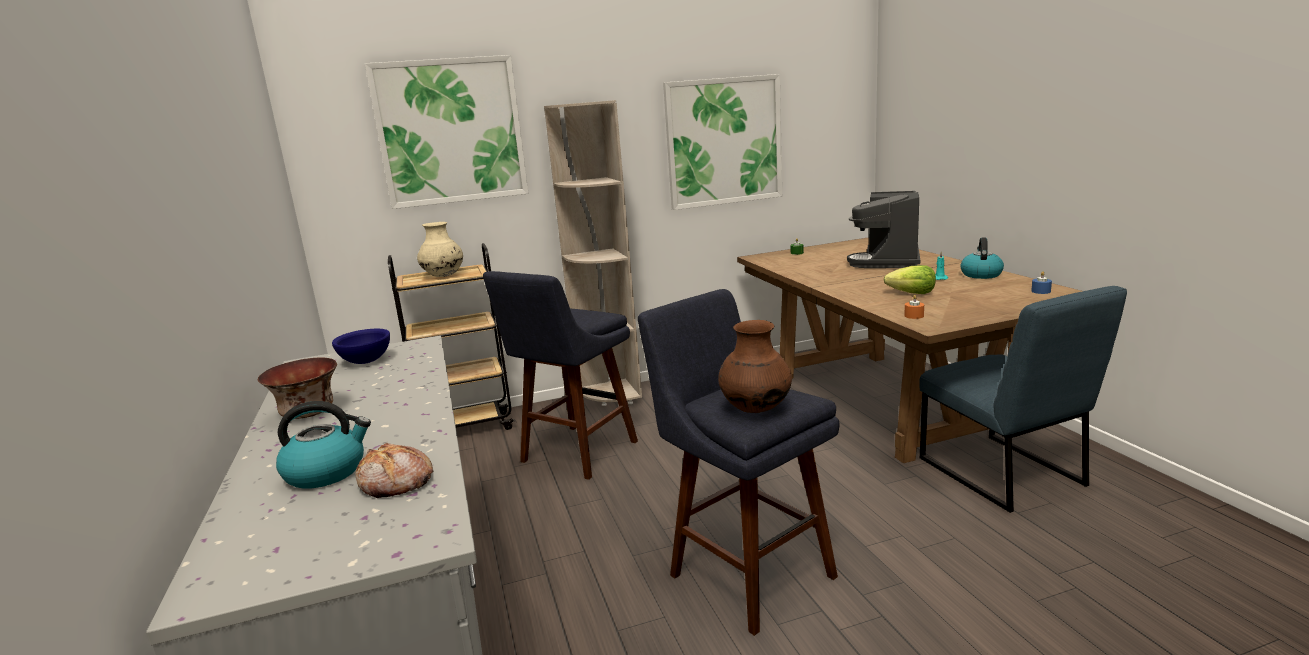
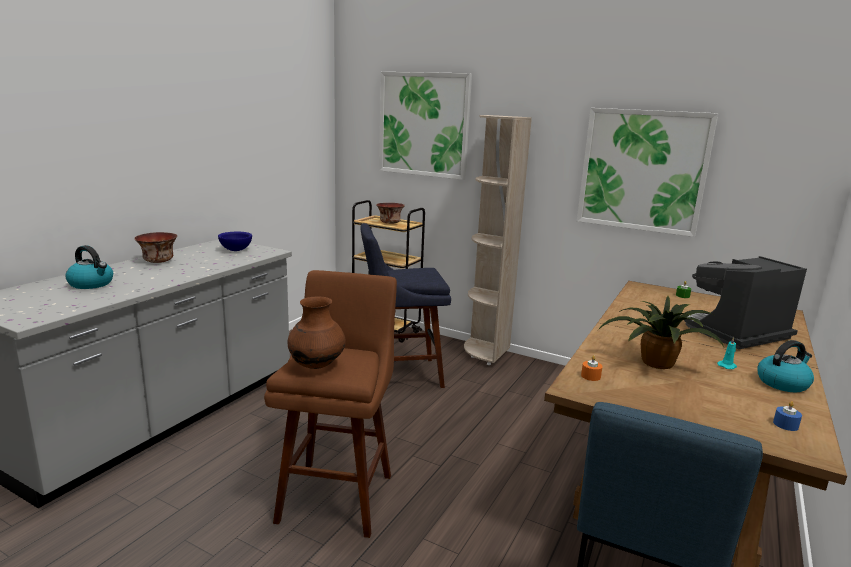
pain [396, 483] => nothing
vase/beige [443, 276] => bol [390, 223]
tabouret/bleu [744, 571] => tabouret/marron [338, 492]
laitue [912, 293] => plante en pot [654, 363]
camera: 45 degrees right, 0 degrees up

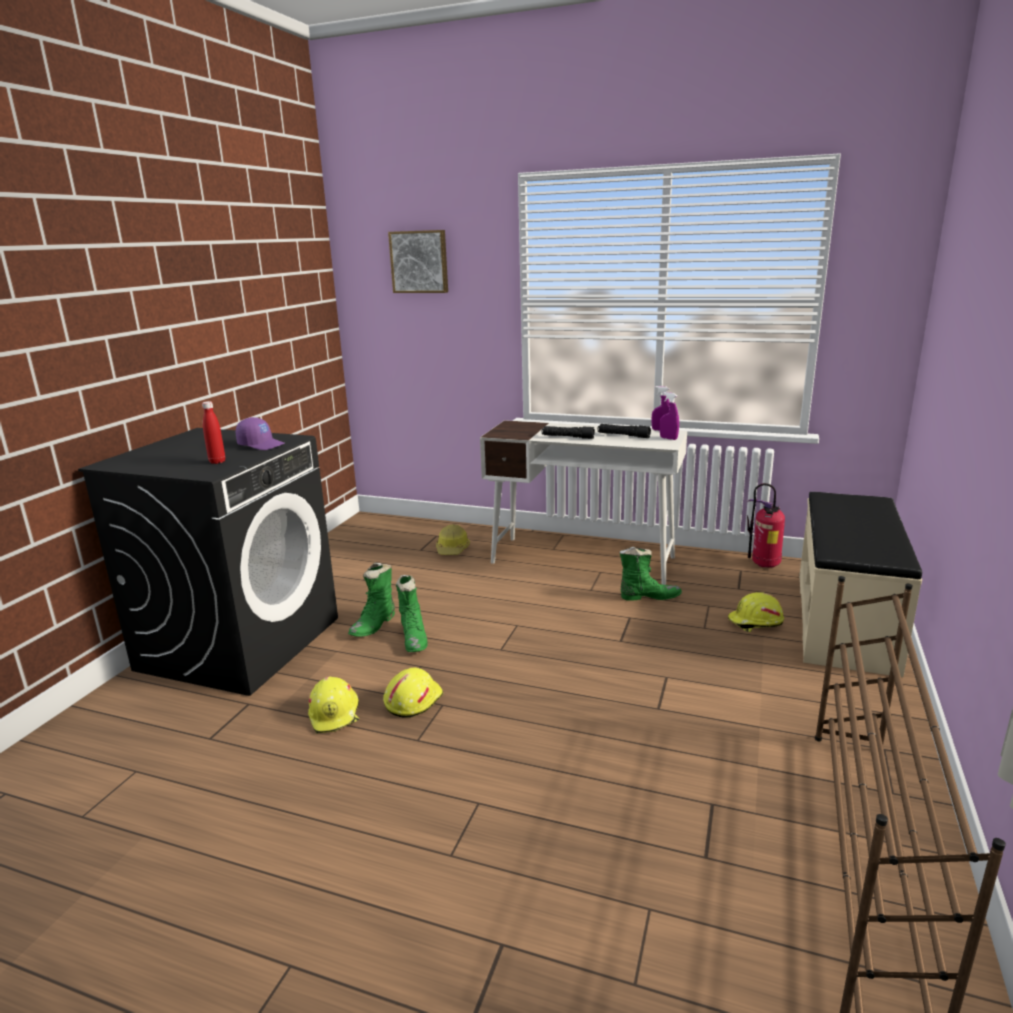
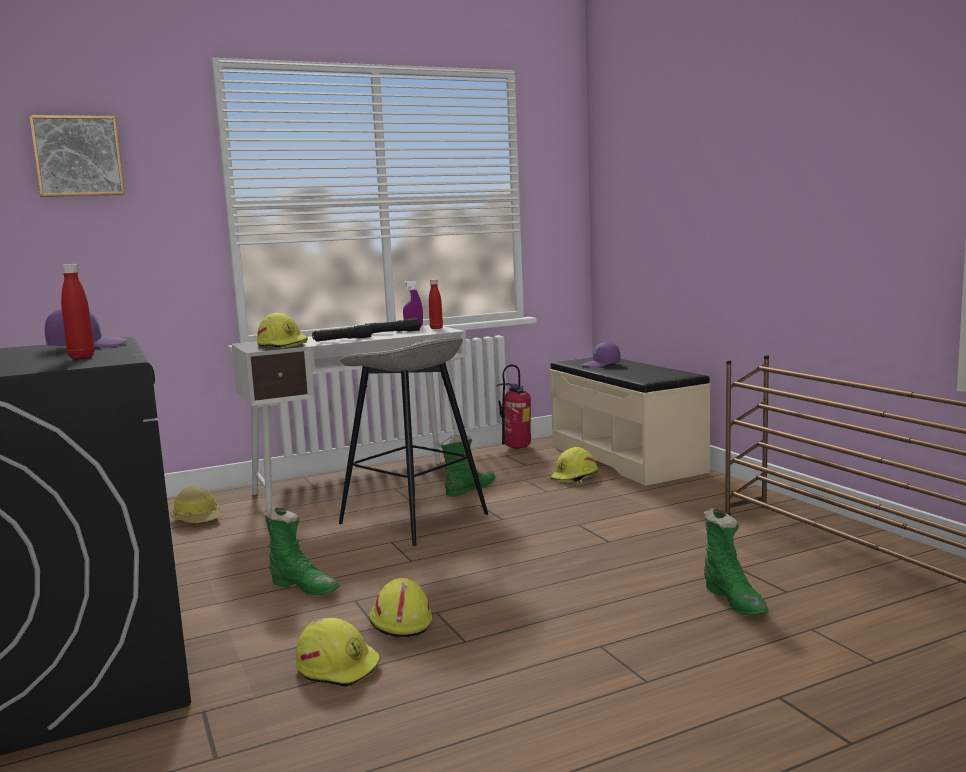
botte/vert [374, 625] => botte/vert [734, 601], shifted
vaporisateur/violet [668, 438] => bouteille/rouge [436, 328]
nothing => casque de chantier/jaune [283, 344]
nothing => tabouret/gris [413, 519]
nothing => casquette/violet [601, 365]
camera: 45 degrees left, 10 degrees down

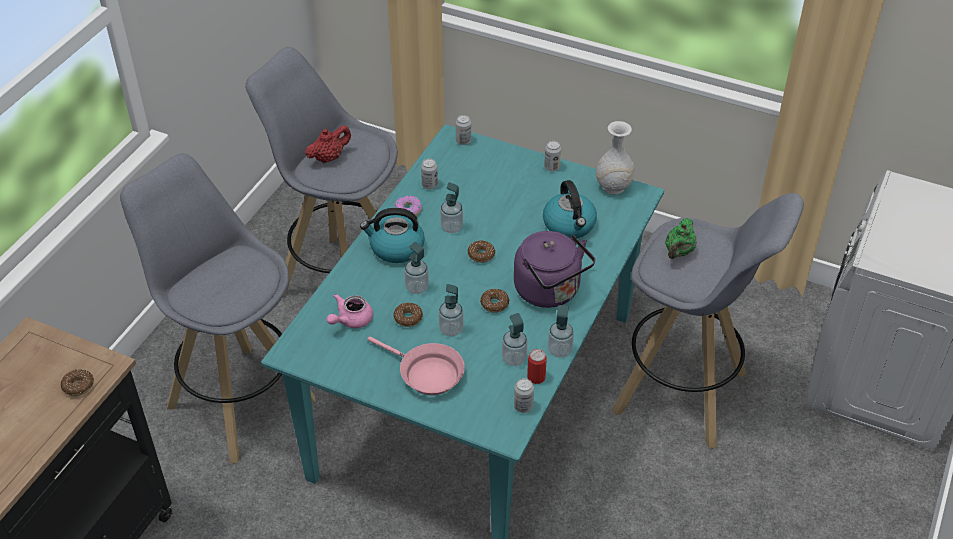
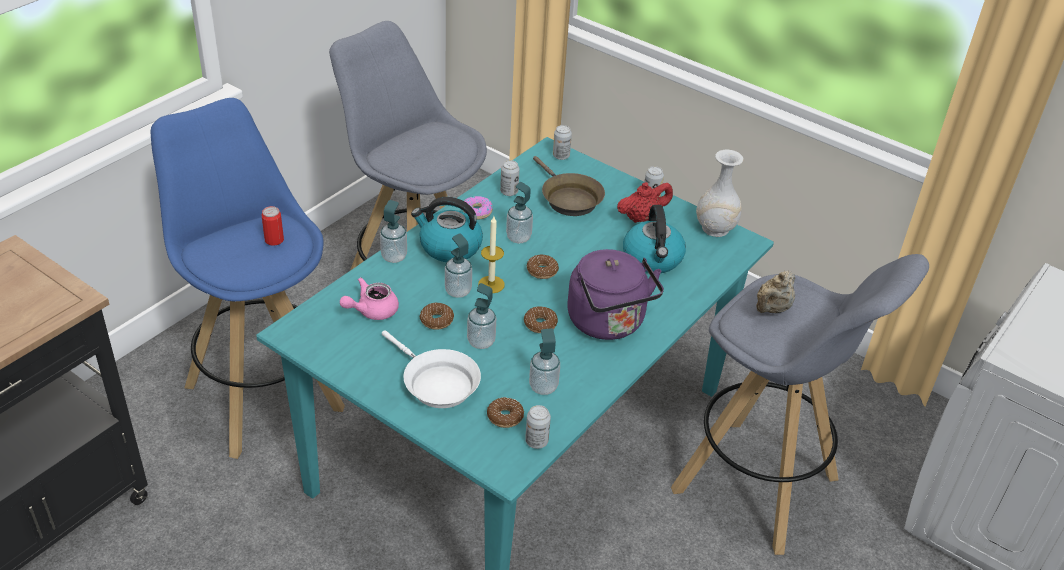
beignet [78, 386] => beignet [505, 417], shifted
tabouret/gris [239, 399] => tabouret/bleu [263, 393]
théière/rouge [329, 157] => théière/rouge [642, 218], shifted
poêle/rose [426, 374] => poêle/blanc [436, 383]
boîte métallique [536, 377] => boîte métallique [274, 240], shifted
distributeur de savon [560, 350] => distributeur de savon [394, 257], shifted
théière/vert [678, 252] => théière/beige [772, 309]
nothing => bougie [491, 284]
nothing => poêle/marron [568, 198]
camera: 10 degrees right, 5 degrees down

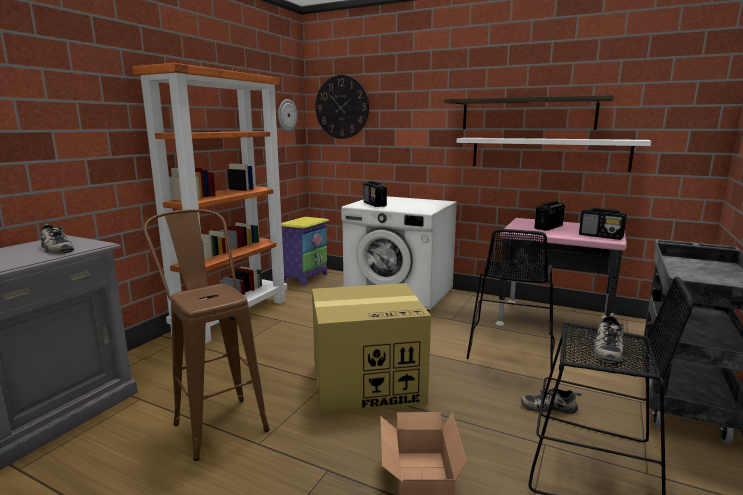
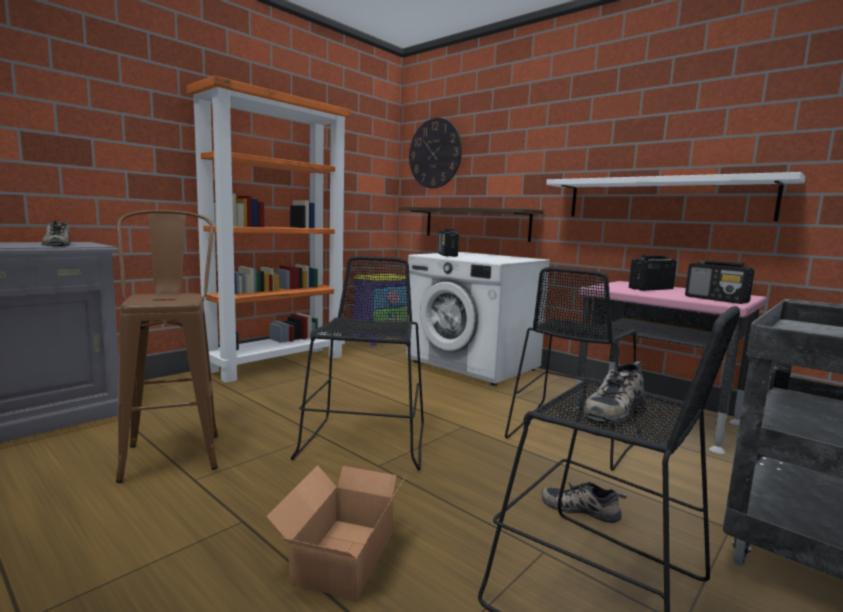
horloge murale [287, 115] => nothing
carton [368, 383] => tabouret/noir [365, 443]
étagère [527, 114] => étagère [475, 223], shifted
camera: 15 degrees right, 5 degrees down

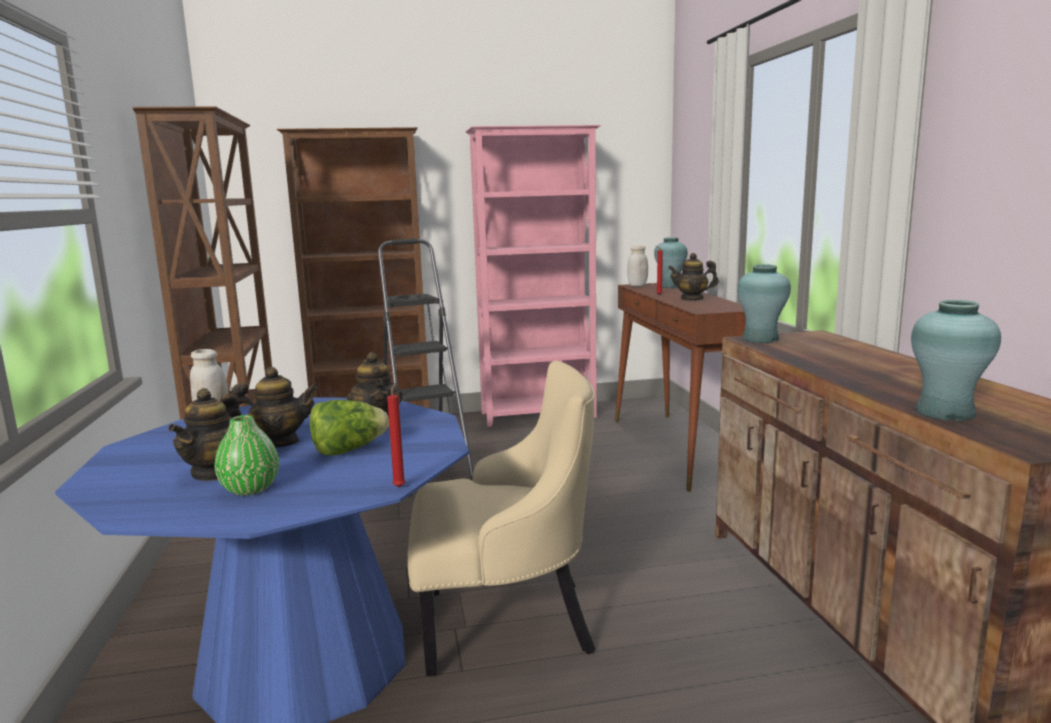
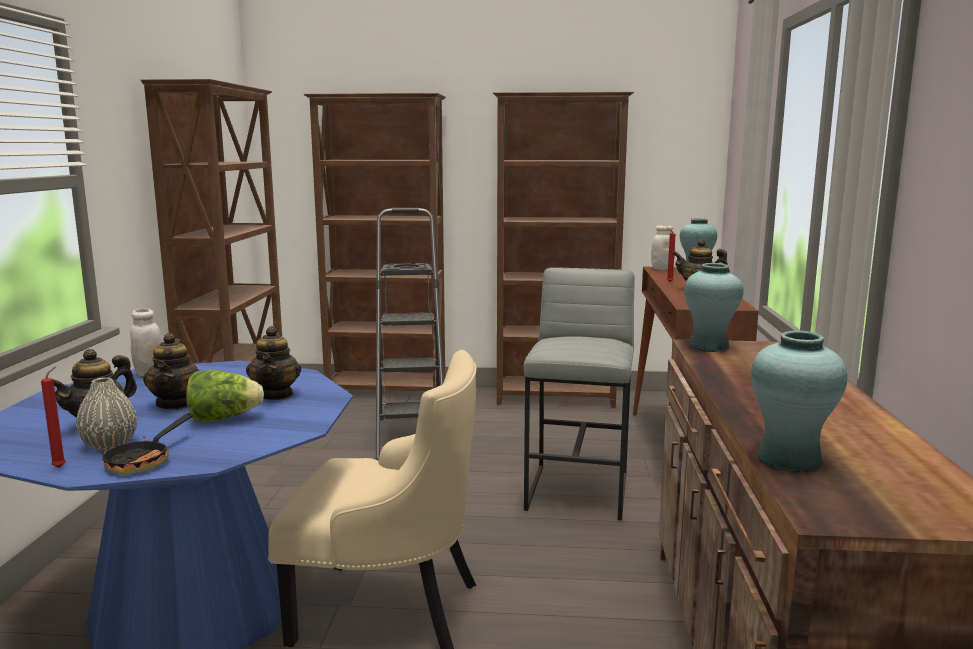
vase/vert [250, 489] => vase/gris [109, 445]
théière [279, 443] => théière [176, 404], 75 degrees clockwise
bougie/rouge [400, 486] => bougie/rouge [61, 467], shifted
bibliothèque/rose [539, 415] => bibliothèque/marron [556, 398]
nothing => poêle [145, 461]
nothing => tabouret/gris [578, 490]
camera: 15 degrees right, 0 degrees up

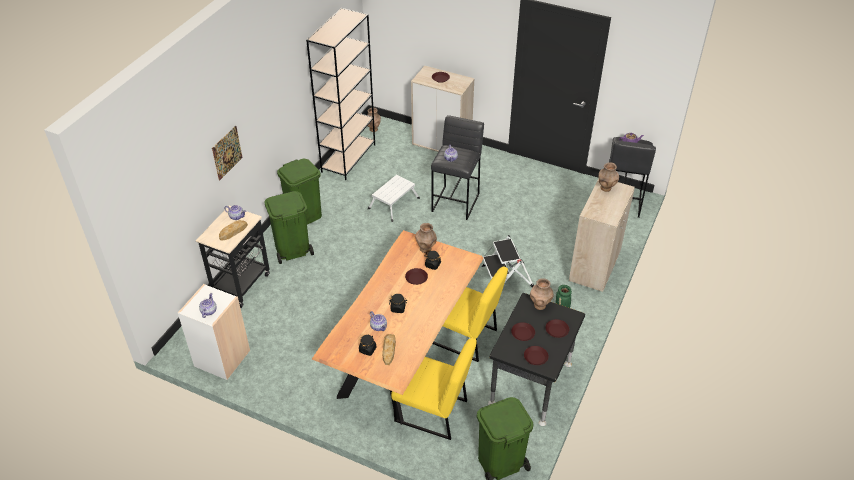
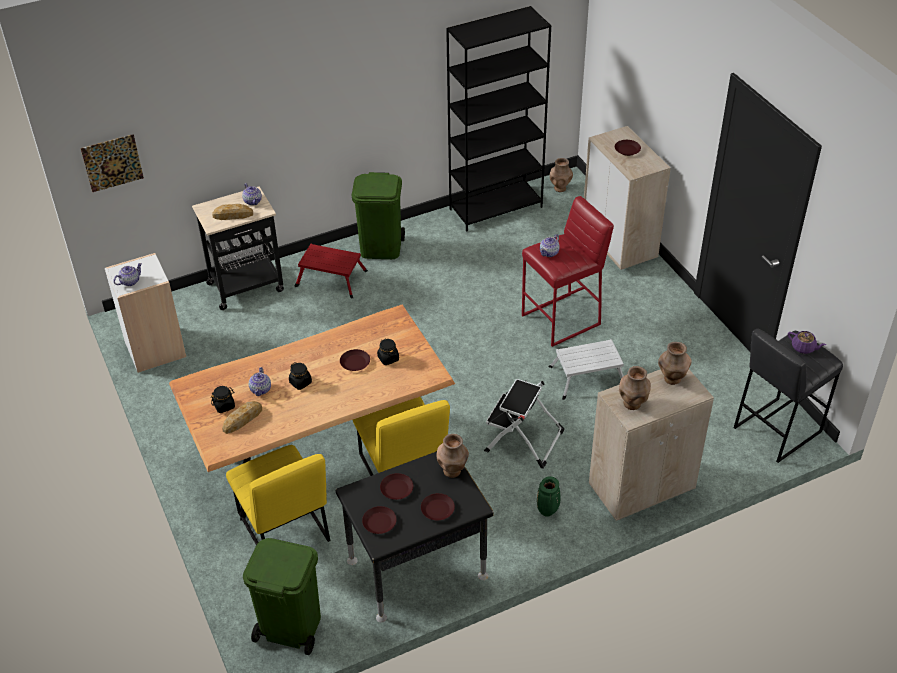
tableau [227, 152] => tableau [112, 163], shifted
poubelle/vert [292, 250] => escabeau/rouge [331, 278]
bibliothèque/beige [348, 158] => bibliothèque/noir [496, 208]
escabeau/blanc [394, 203] => escabeau/blanc [588, 376], shifted
vase/marron [426, 249] => vase/marron [632, 404], shifted
tabouret/gris [456, 202] => tabouret/rouge [562, 319]
camera: 40 degrees right, 0 degrees up

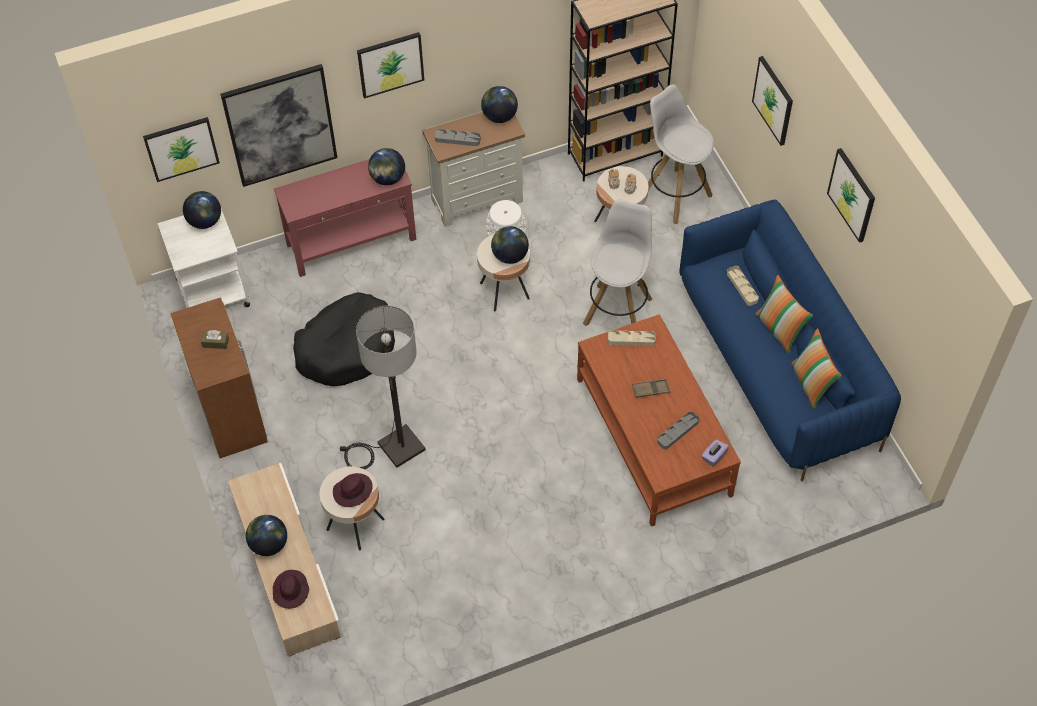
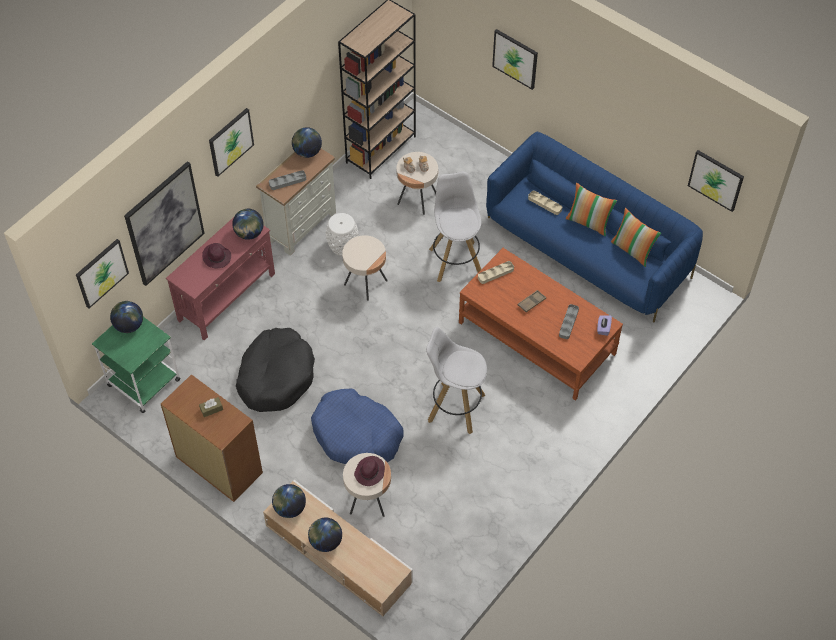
chariot/blanc [214, 292] => chariot/vert [144, 381]
chapeau/violet [291, 591] => chapeau/violet [217, 257], shifted
lampadaire [389, 450] => panier pour chien/bleu [357, 435]
globe [510, 256] => globe [289, 508], shifted
tabouret/blanc [675, 195] => tabouret/blanc [455, 407], shifted
tableau [852, 195] => tableau [716, 180], shifted
camera: 30 degrees left, 0 degrees up

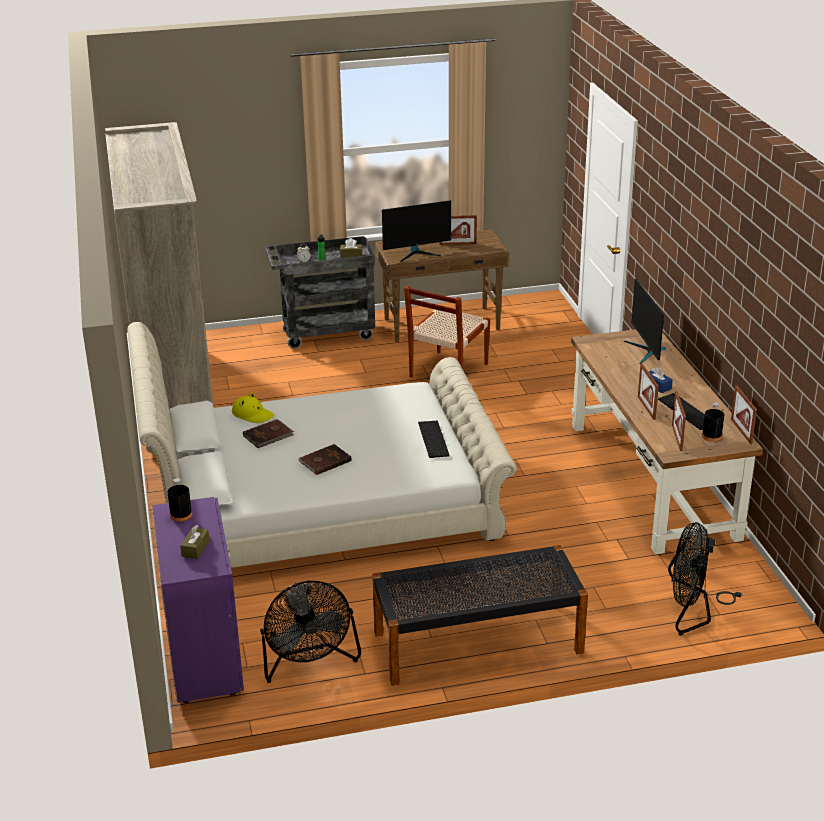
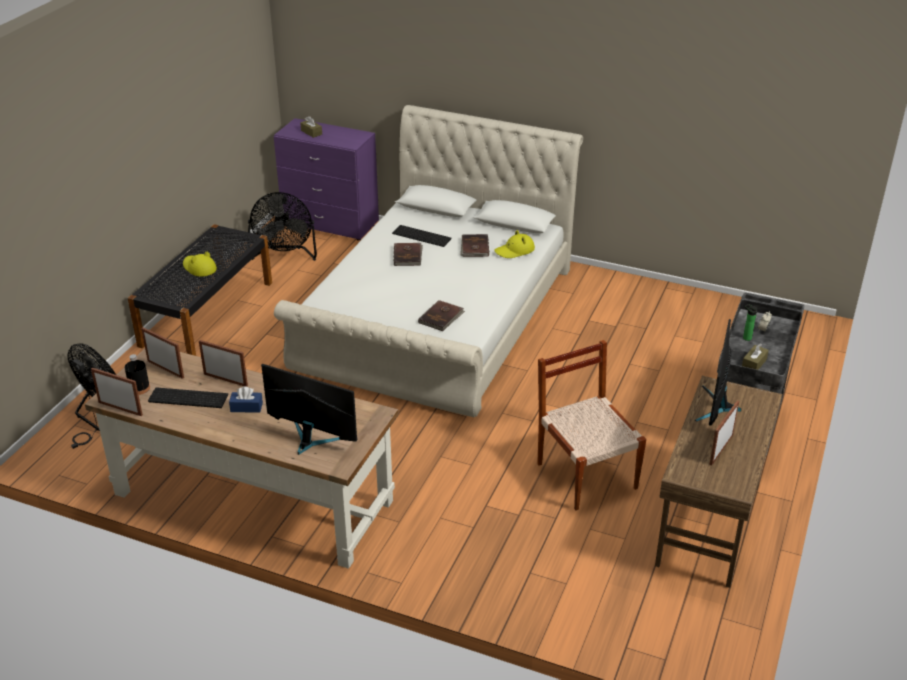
armoire/beige [174, 396] => nothing
bouteille/noir [181, 515] => nothing
ventilateur/noir [304, 660] => ventilateur/noir [283, 252], 105 degrees counterclockwise
clavier [432, 439] => clavier [422, 236], shifted
nothing => chapeau/jaune [199, 268]
nothing => livre/marron [441, 317]
camera: 125 degrees right, 5 degrees up

